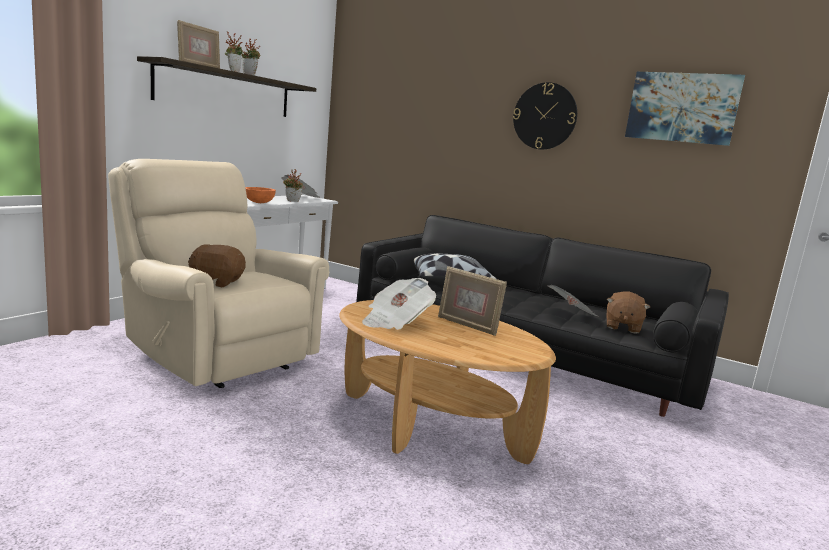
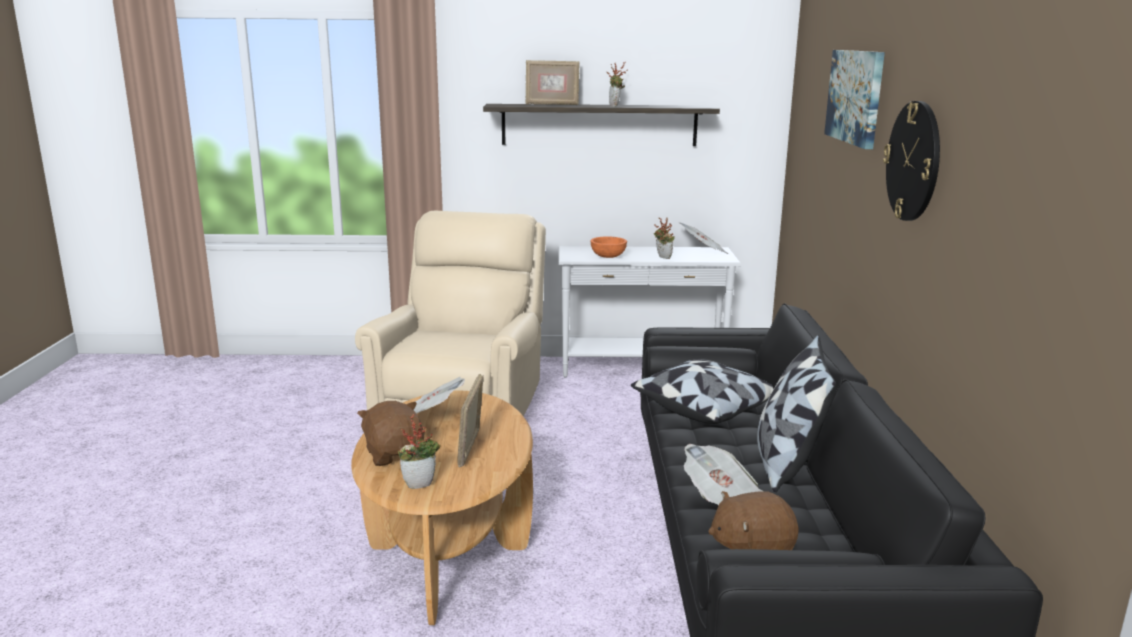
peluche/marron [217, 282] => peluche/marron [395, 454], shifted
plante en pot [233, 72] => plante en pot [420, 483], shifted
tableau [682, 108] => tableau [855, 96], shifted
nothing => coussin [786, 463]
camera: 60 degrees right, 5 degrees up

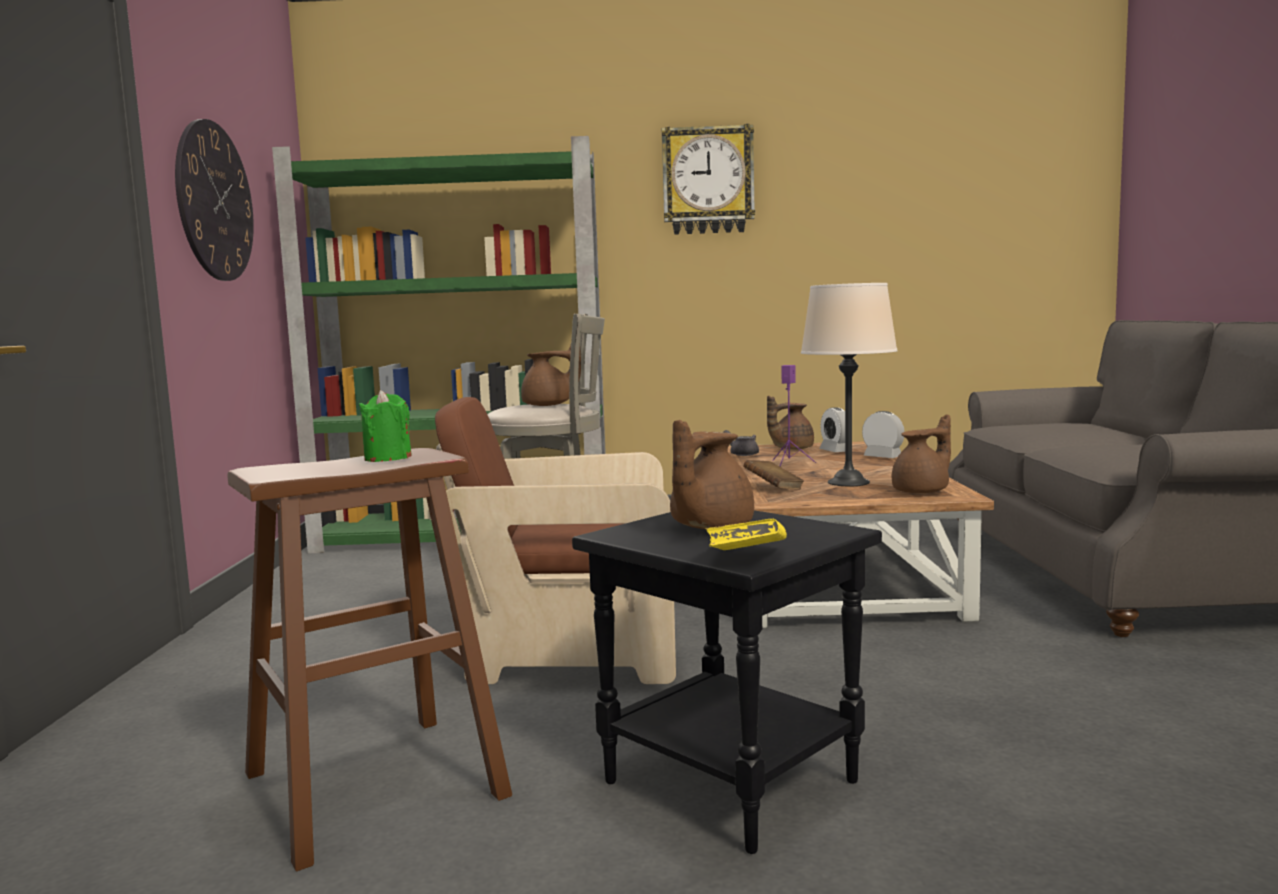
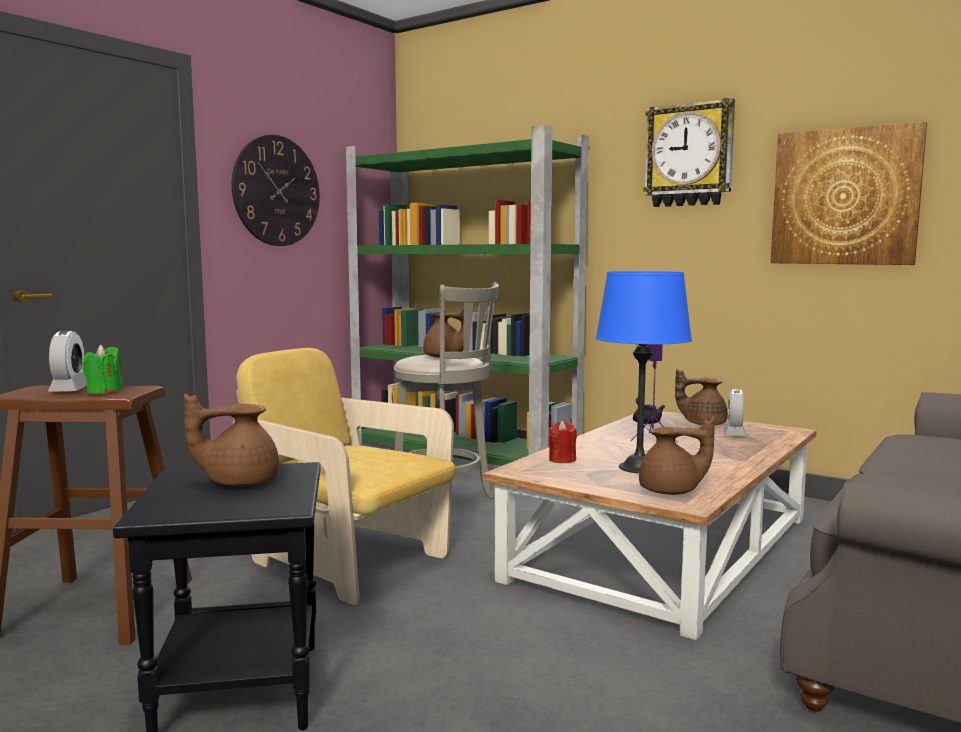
fauteuil/marron [577, 654] => fauteuil/jaune [348, 563]
livre/jaune [747, 561] => nothing
livre/marron [773, 488] => bougie/rouge [562, 460]
lampe de table/beige [848, 482] => lampe de table/bleu [639, 468]
réveil [883, 457] => réveil [69, 389], shifted
nothing => tableau [845, 197]
camera: 35 degrees right, 0 degrees up

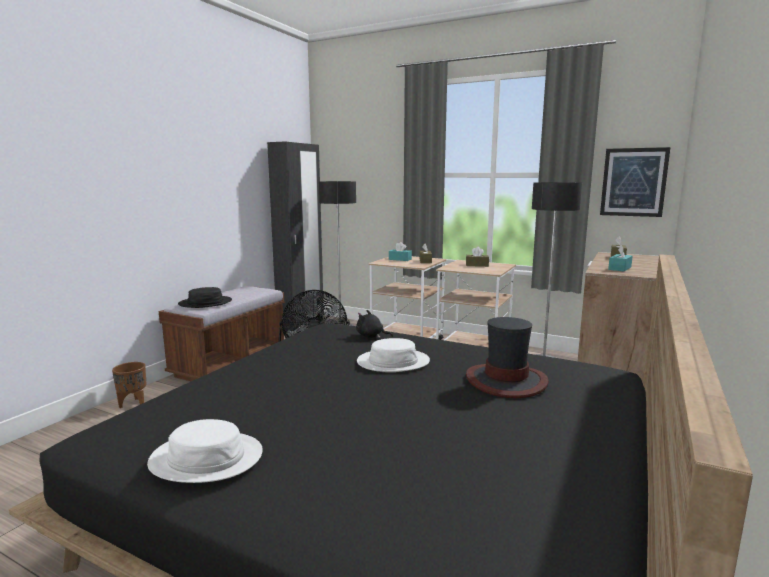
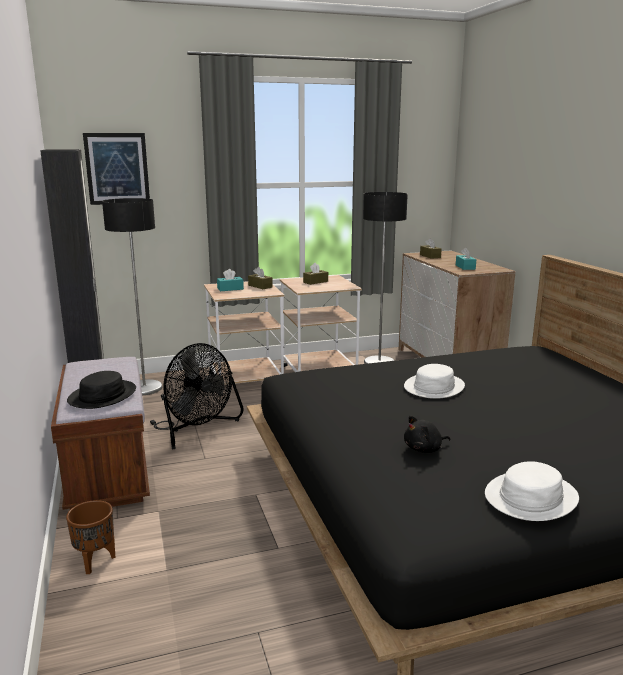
peluche/noir [371, 336] => peluche/noir [424, 449], shifted
chapeau [506, 381] => nothing
tableau [633, 182] => tableau [117, 168], shifted
camera: 45 degrees left, 5 degrees up

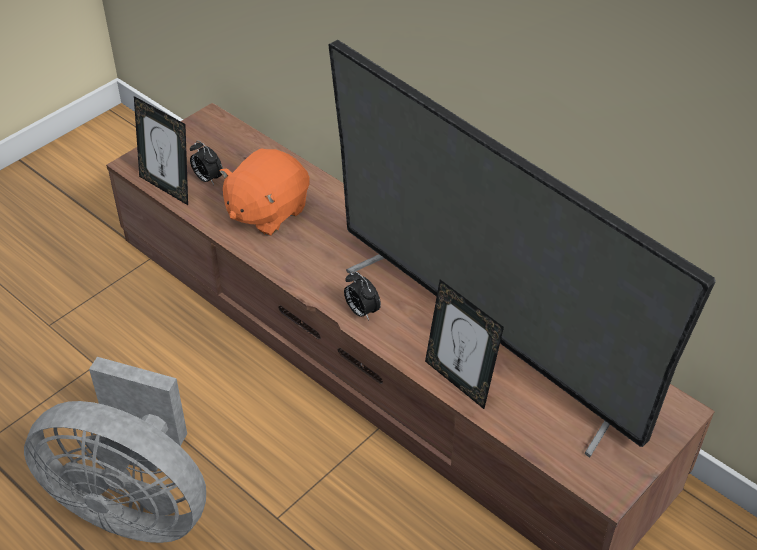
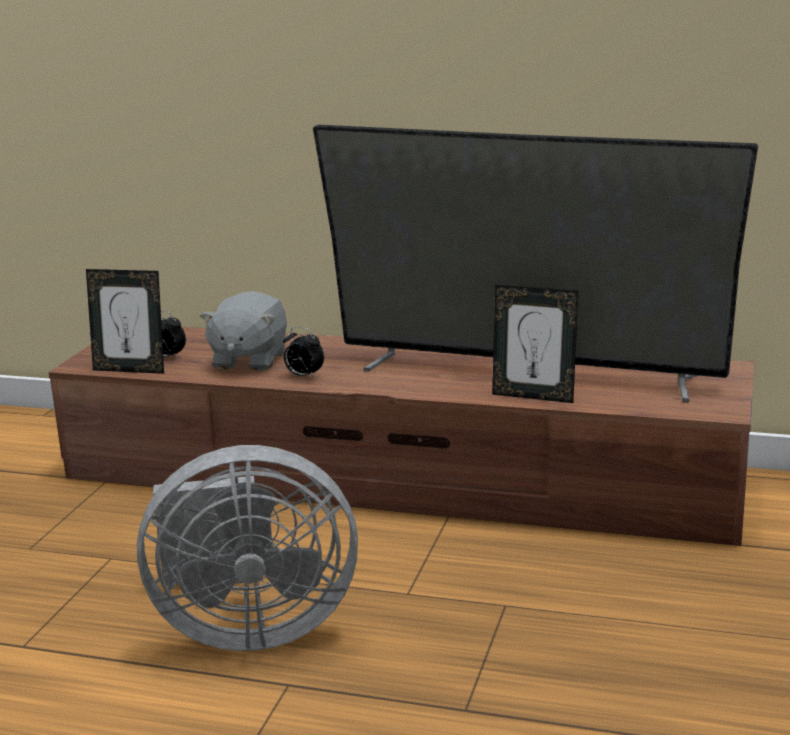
peluche/orange [266, 212] => peluche/gris [248, 360]
réveil [361, 311] => réveil [303, 376], shifted
camera: 25 degrees left, 25 degrees down

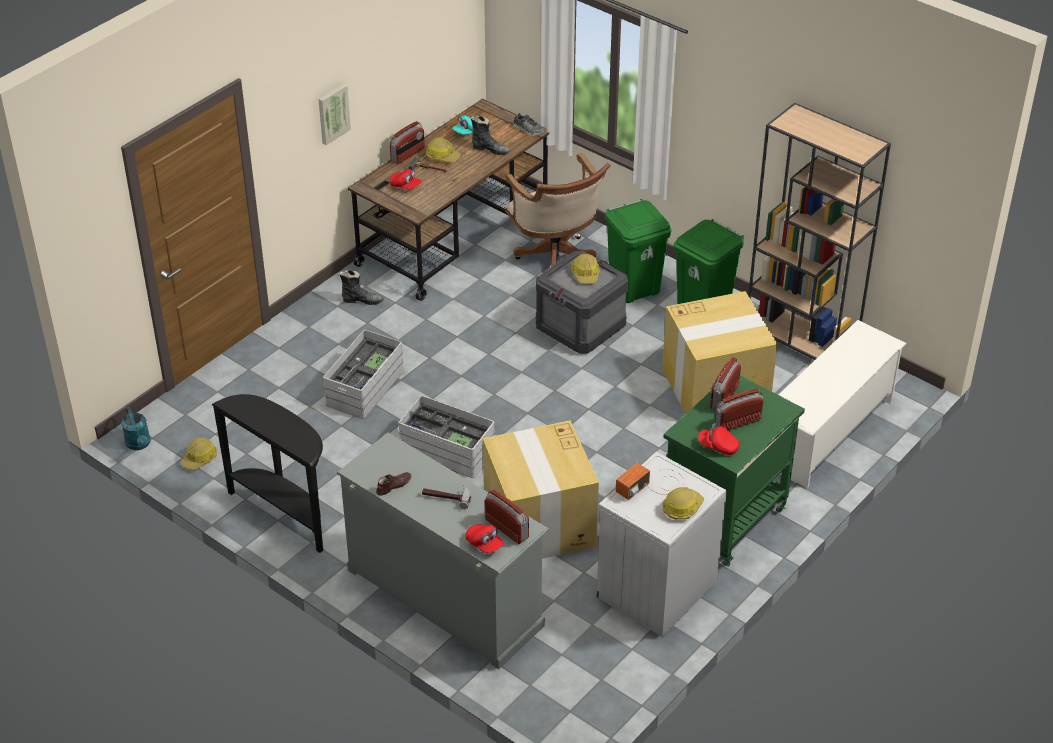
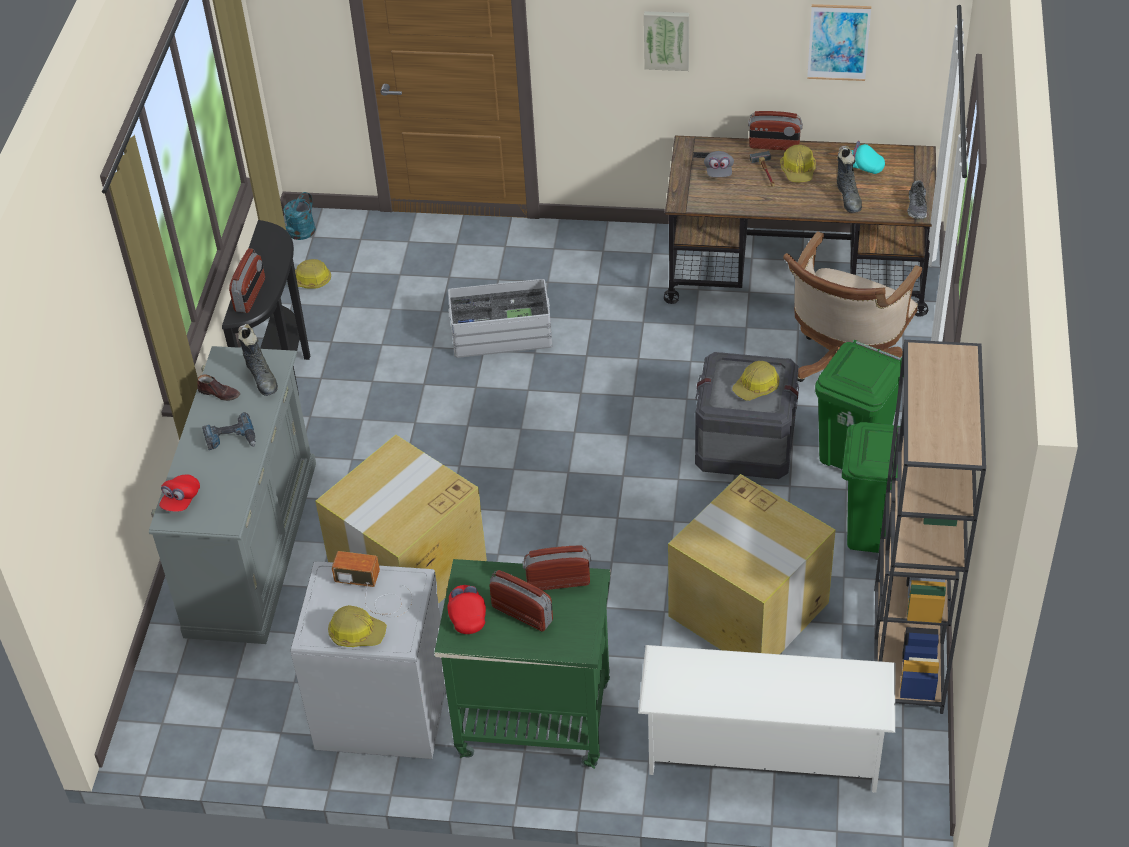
botte/noir [362, 300] => botte/noir [262, 378], shifted
casquette/rouge [405, 186] => casquette/gris [718, 171]
boîte de rangement/gris [447, 450] => nothing
marteau [447, 497] => perceuse [231, 439]
radio [507, 528] => radio [250, 295], shifted
nothing => tableau [838, 42]
camera: 60 degrees right, 5 degrees up

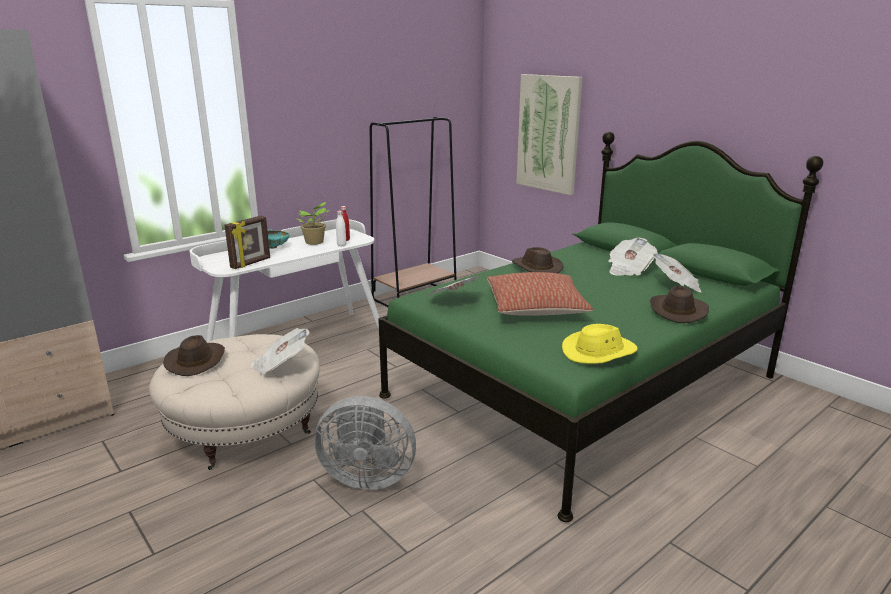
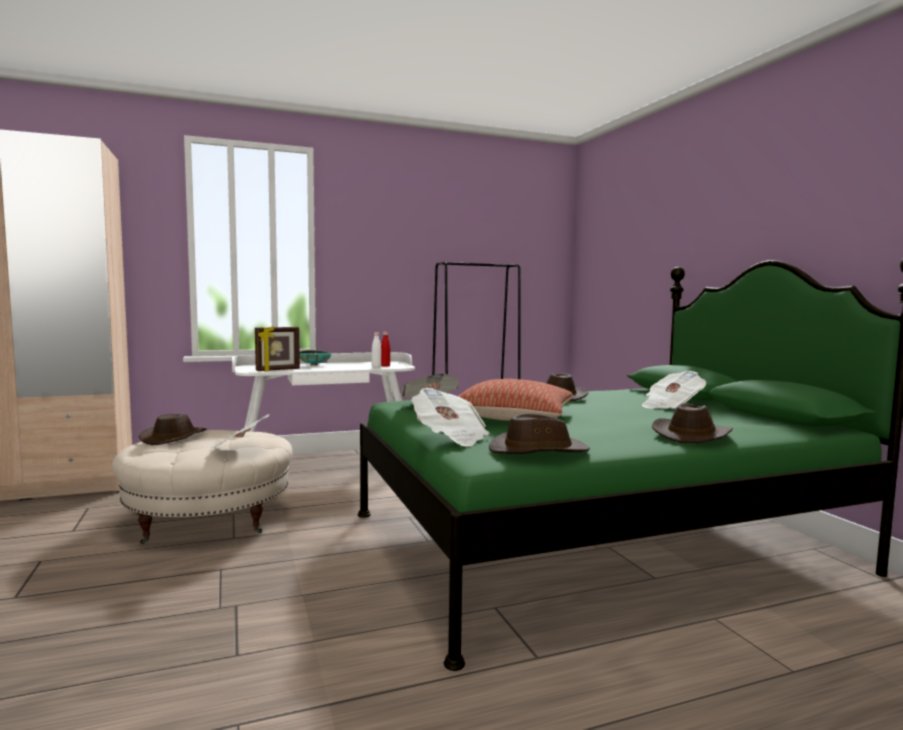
plante en pot [315, 242] => nothing
ventilateur/gris [366, 476] => nothing
tableau [548, 133] => nothing
chapeau/jaune [599, 352] => chapeau/marron [538, 450]
journal [676, 285] => journal [450, 437], shifted
camera: 20 degrees right, 15 degrees down

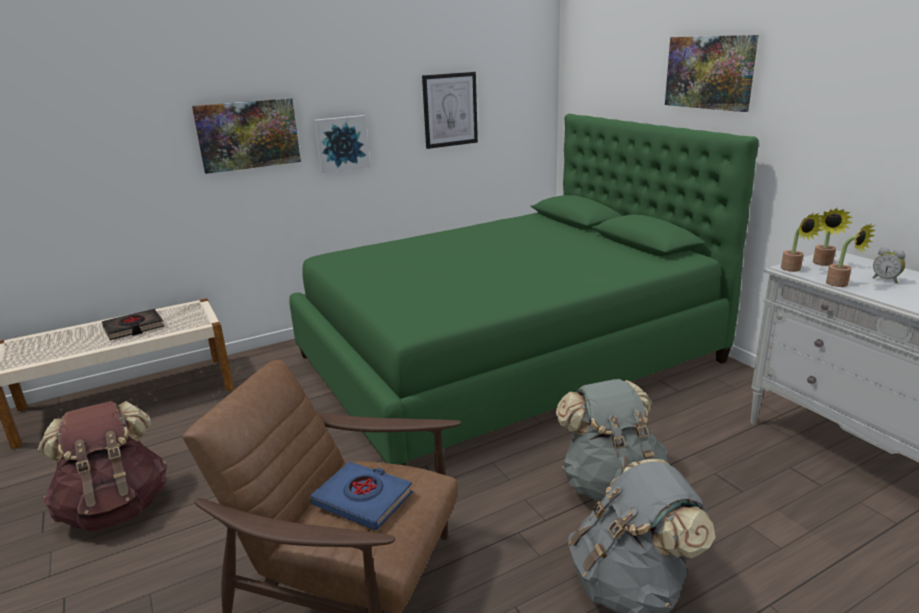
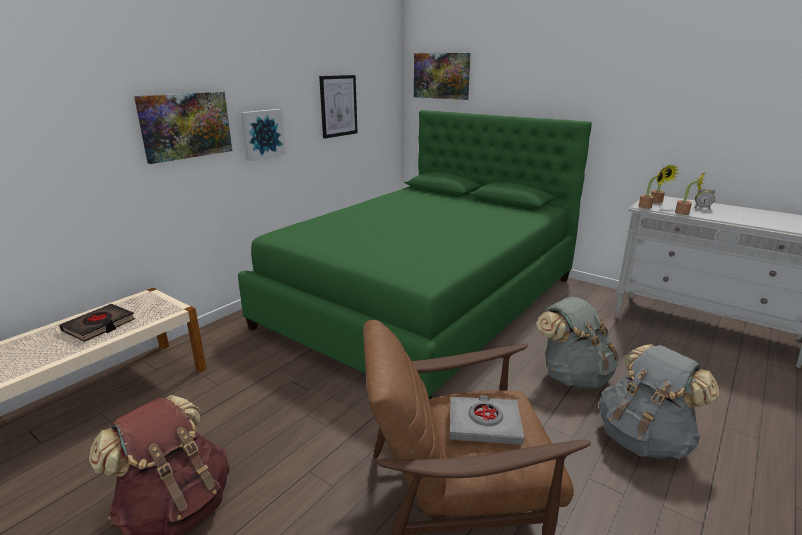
livre/bleu [363, 499] => livre/gris [484, 424]
tableau [709, 72] => tableau [441, 76], shifted
camera: 25 degrees left, 0 degrees up

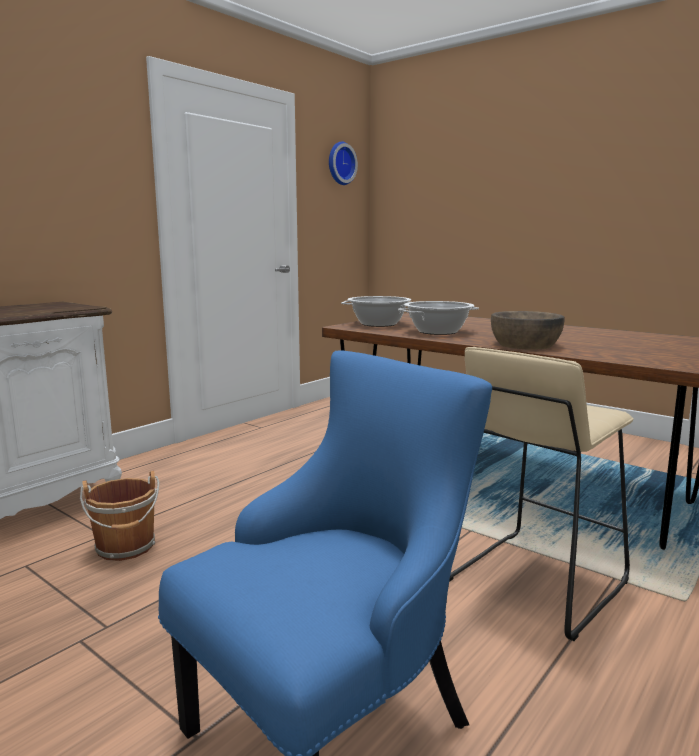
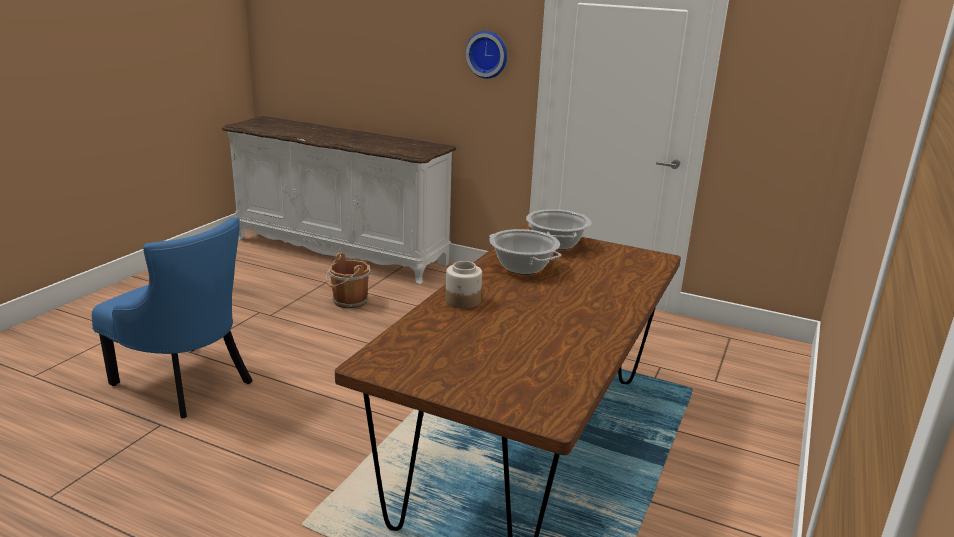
horloge murale [339, 163] => horloge murale [488, 54], shifted
tabouret/beige [535, 580] => nothing
bol/marron [525, 345] => bocal [463, 301]
camera: 75 degrees right, 10 degrees up

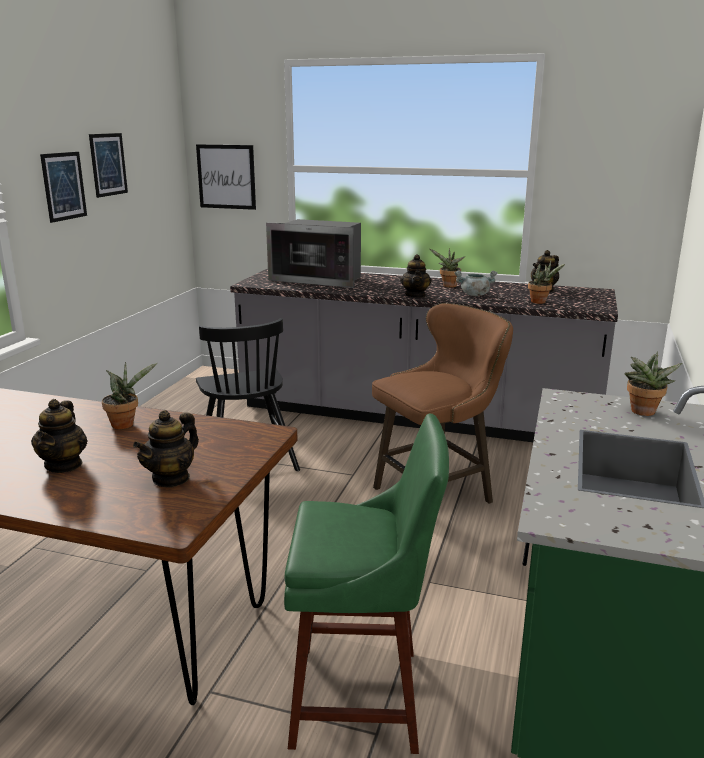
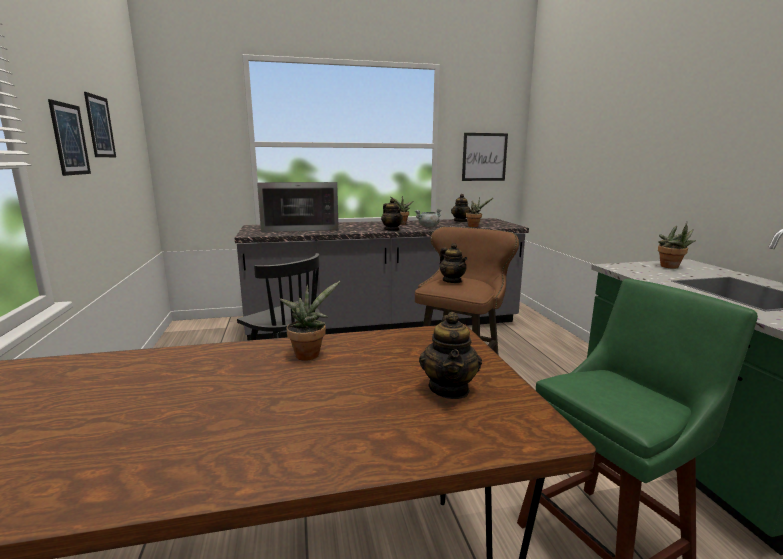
théière [64, 465] => théière [452, 281], shifted
tableau [226, 177] => tableau [484, 157], shifted
camera: 30 degrees left, 5 degrees down

